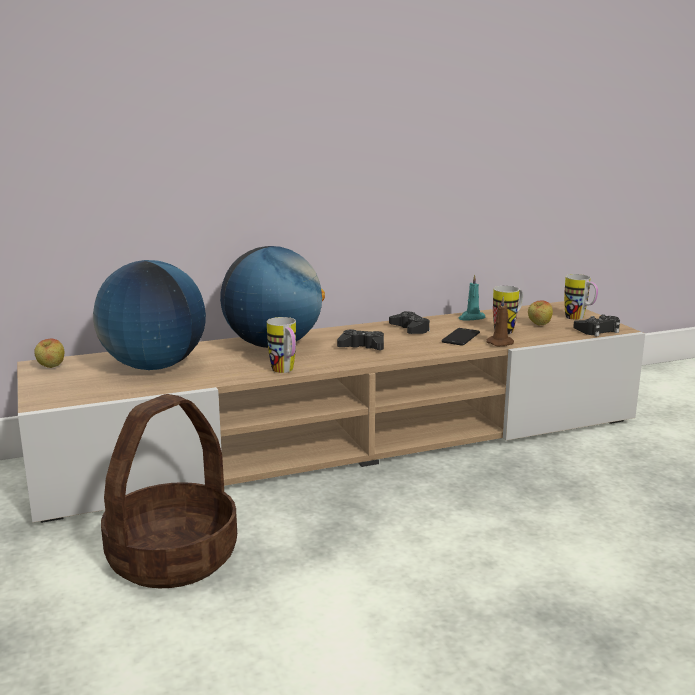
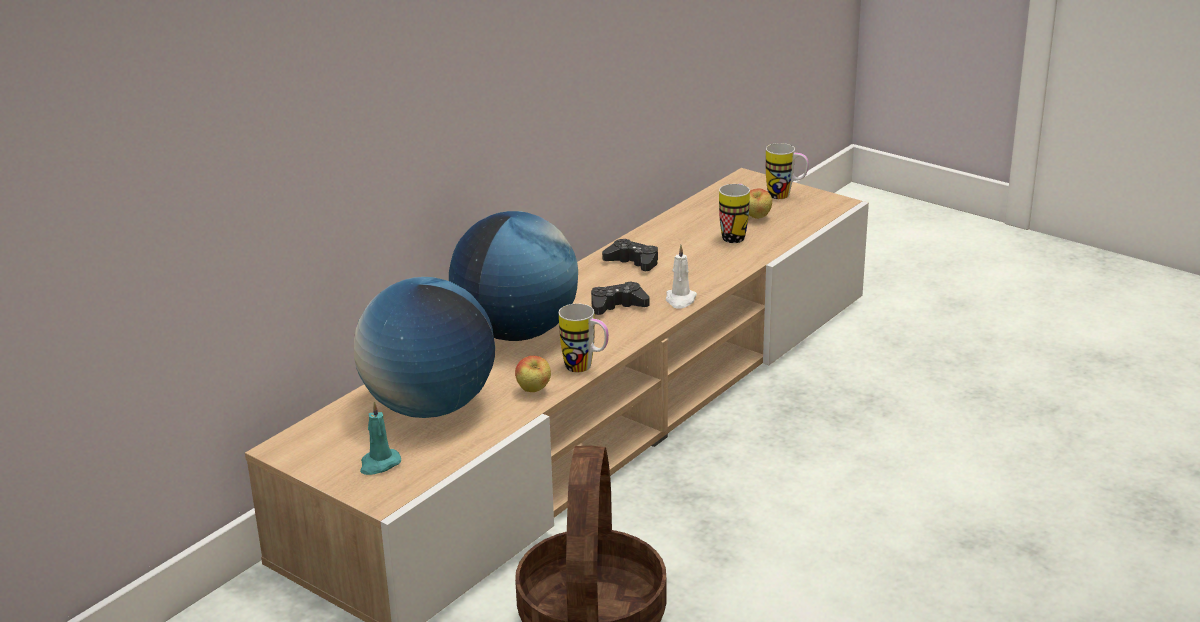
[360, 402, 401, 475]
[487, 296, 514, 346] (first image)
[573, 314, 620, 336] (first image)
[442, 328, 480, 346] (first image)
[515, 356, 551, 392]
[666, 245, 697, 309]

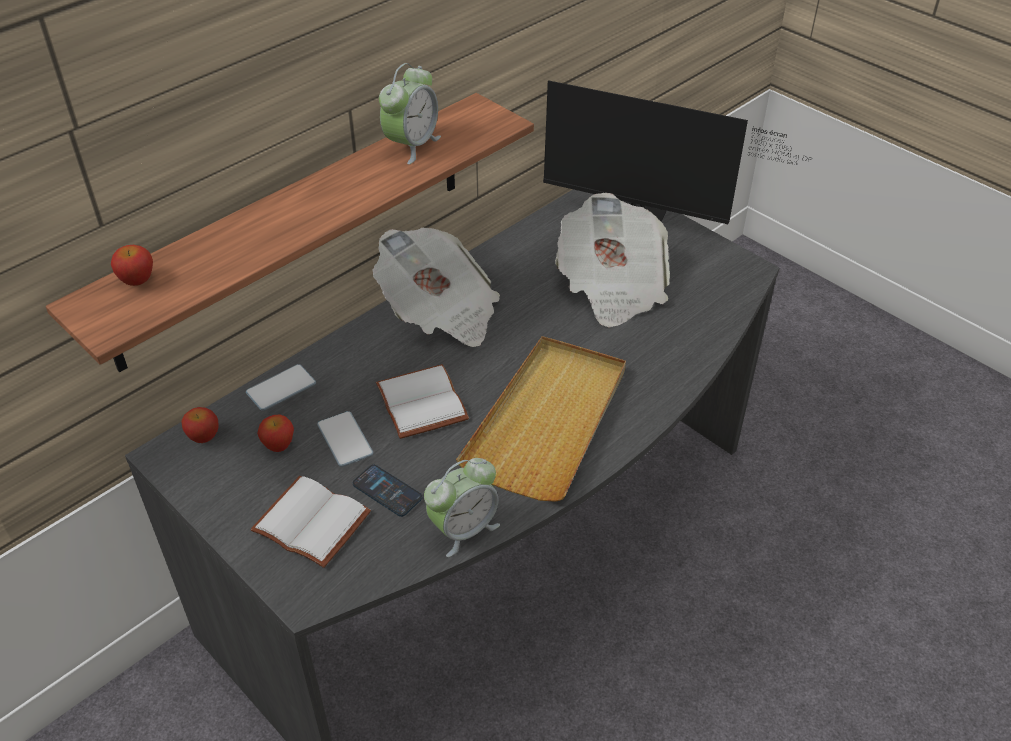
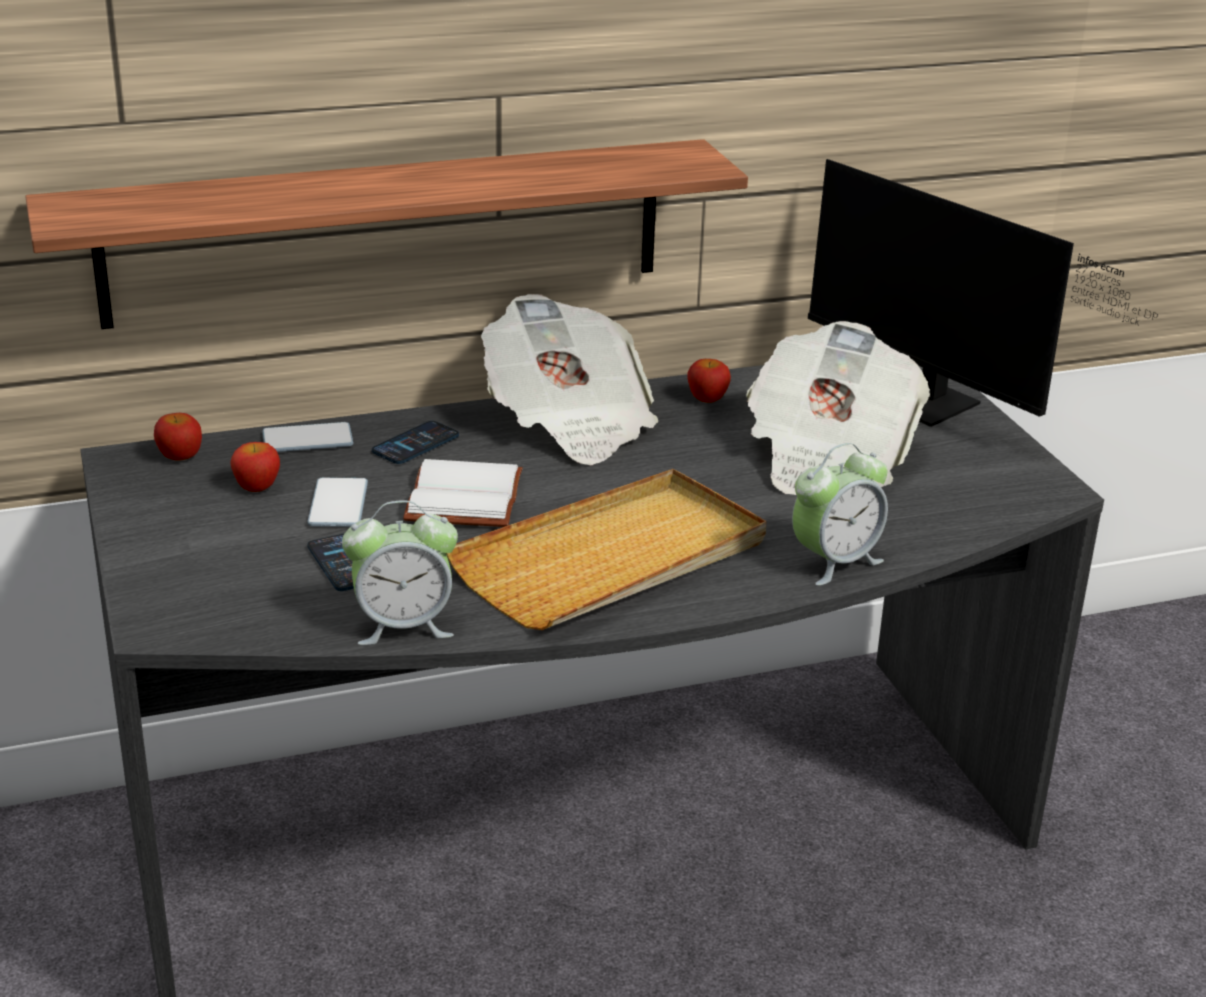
[792, 443, 888, 586]
[687, 359, 731, 403]
[250, 476, 371, 568] (first image)
[372, 421, 459, 464]

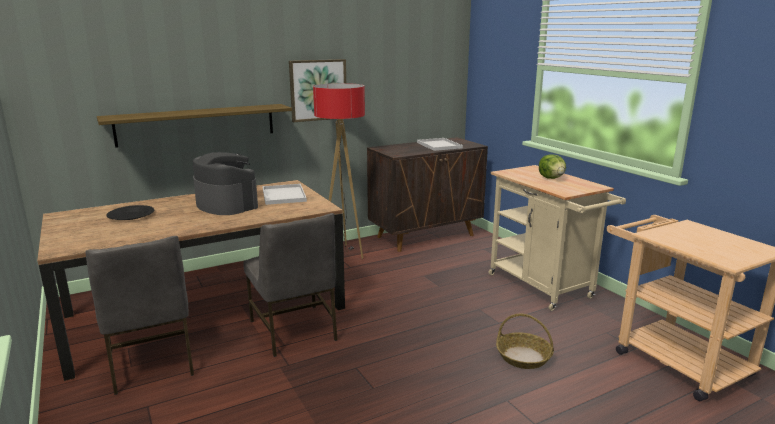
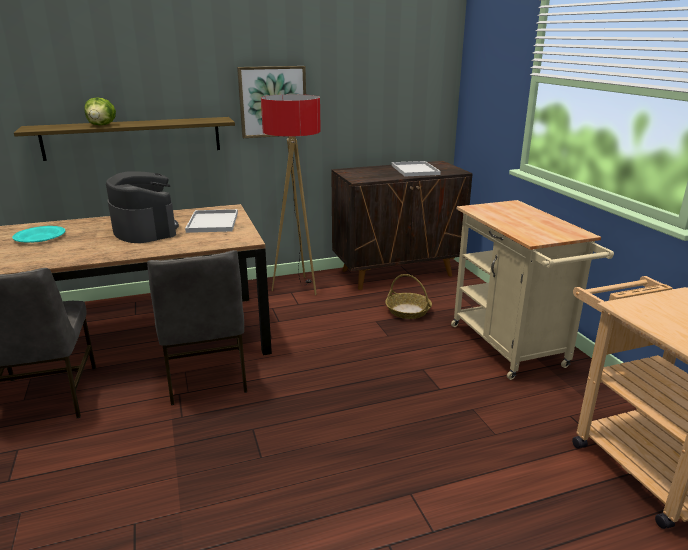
[84, 97, 116, 125]
[12, 226, 65, 242]
[385, 274, 432, 319]

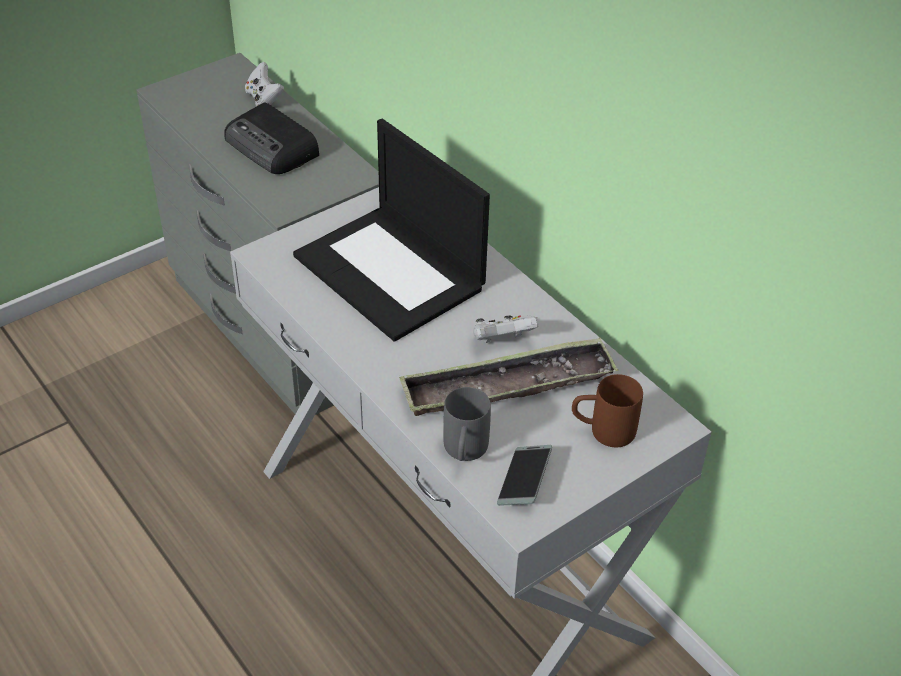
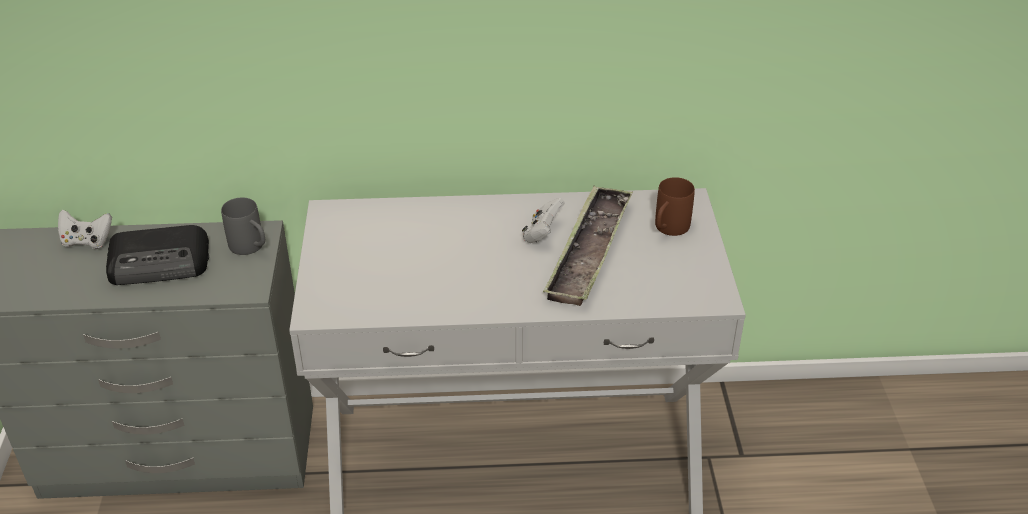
[293, 119, 490, 342] (first image)
[221, 198, 265, 255]
[497, 445, 552, 506] (first image)

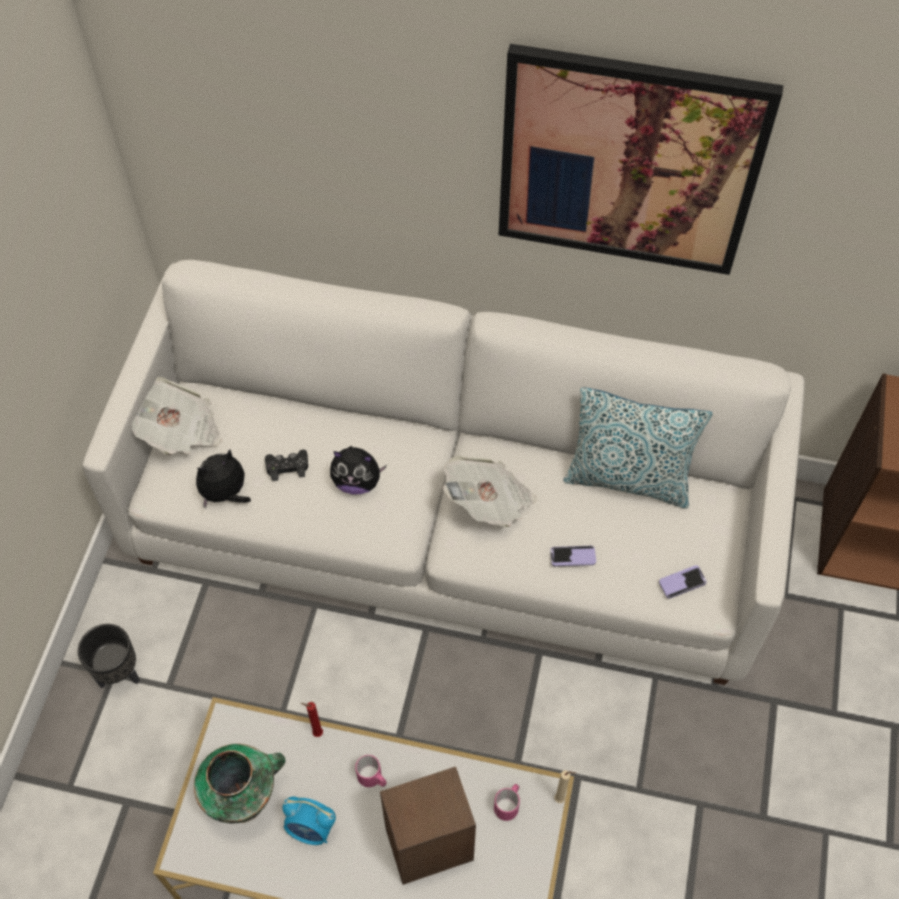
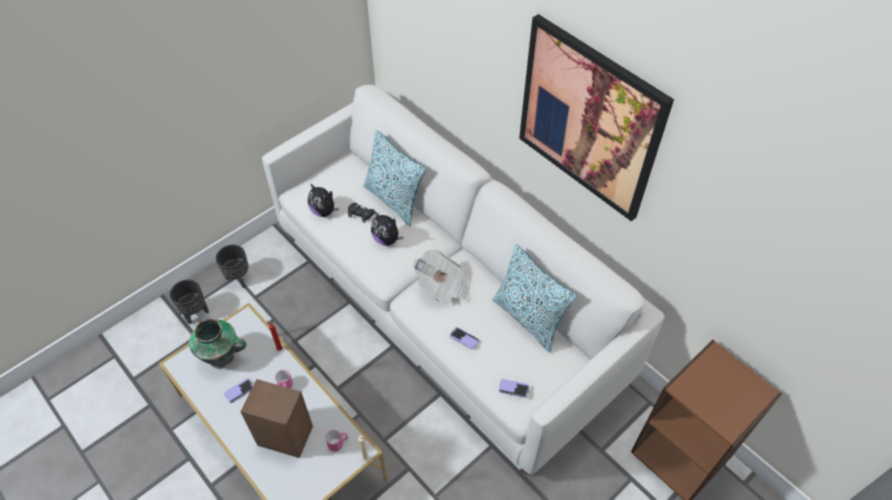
[132, 377, 222, 455] (first image)
[308, 183, 339, 217]
[224, 378, 253, 403]
[363, 130, 426, 226]
[170, 280, 209, 324]

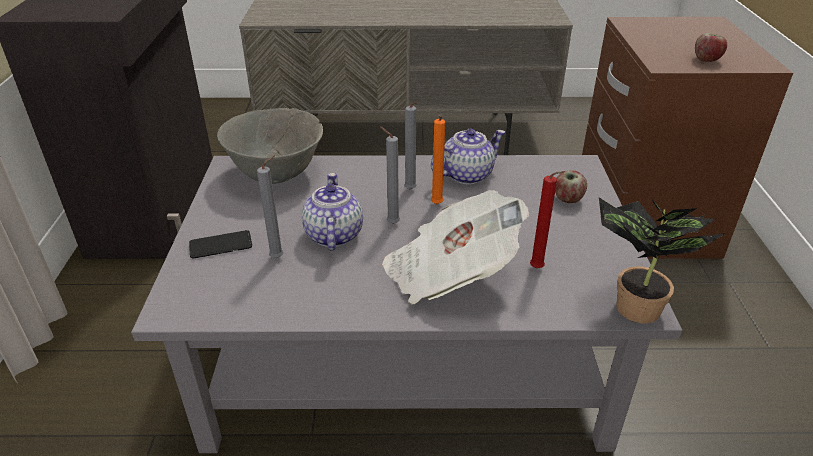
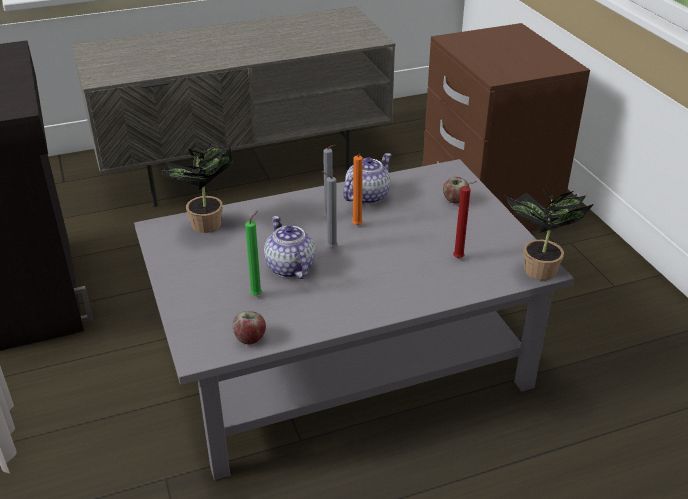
[233, 311, 266, 344]
[158, 142, 232, 233]
[245, 211, 262, 296]
[382, 190, 530, 305] (first image)
[189, 230, 252, 259] (first image)

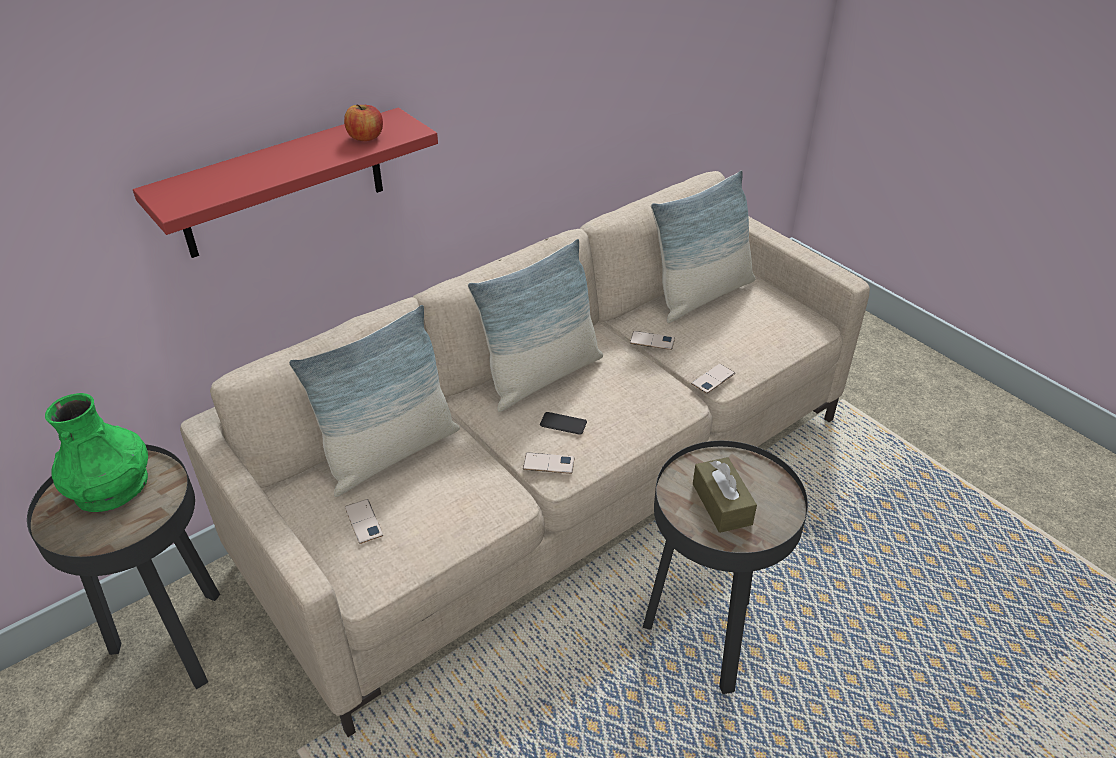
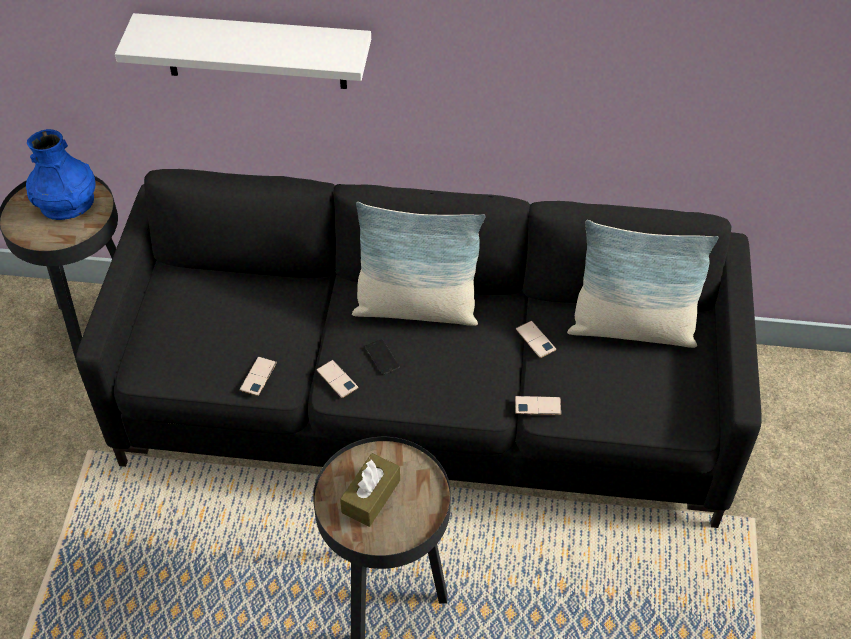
[344, 104, 383, 141] (first image)
[115, 13, 371, 89]
[76, 169, 761, 528]
[289, 305, 460, 497] (first image)
[26, 129, 96, 220]
[240, 357, 277, 396]

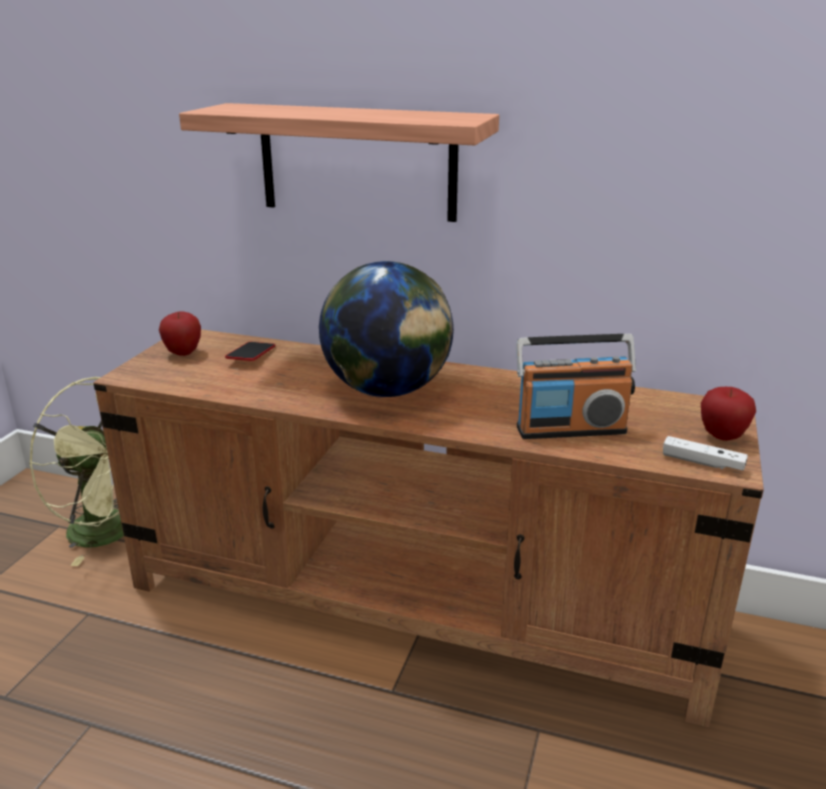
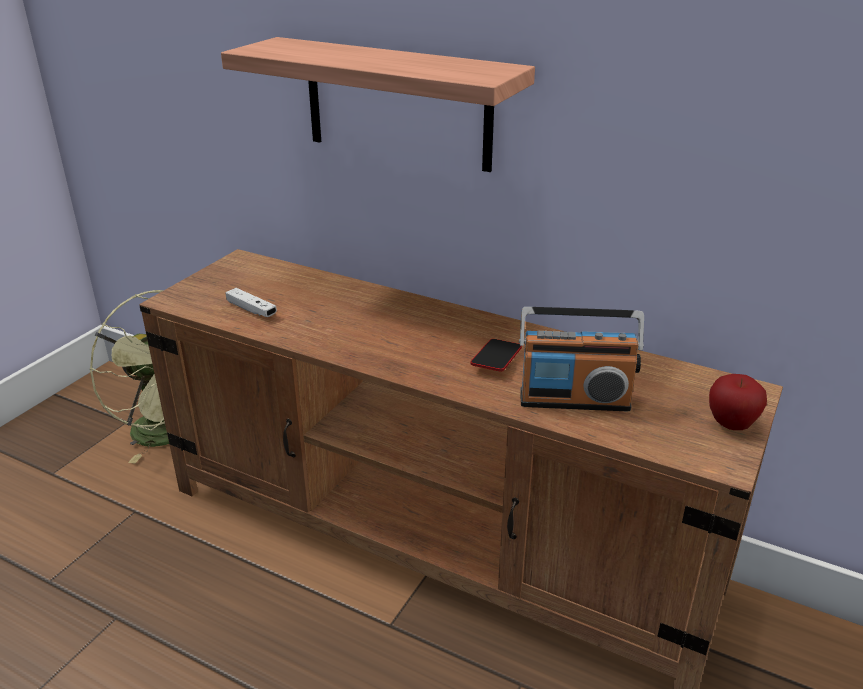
[319, 261, 454, 397] (first image)
[159, 312, 201, 356] (first image)
[470, 339, 522, 371]
[226, 288, 277, 317]

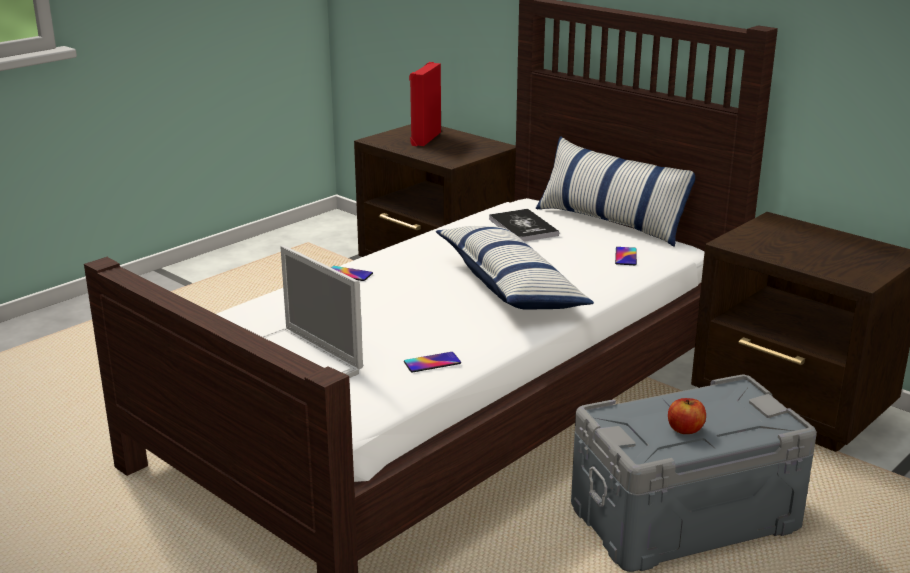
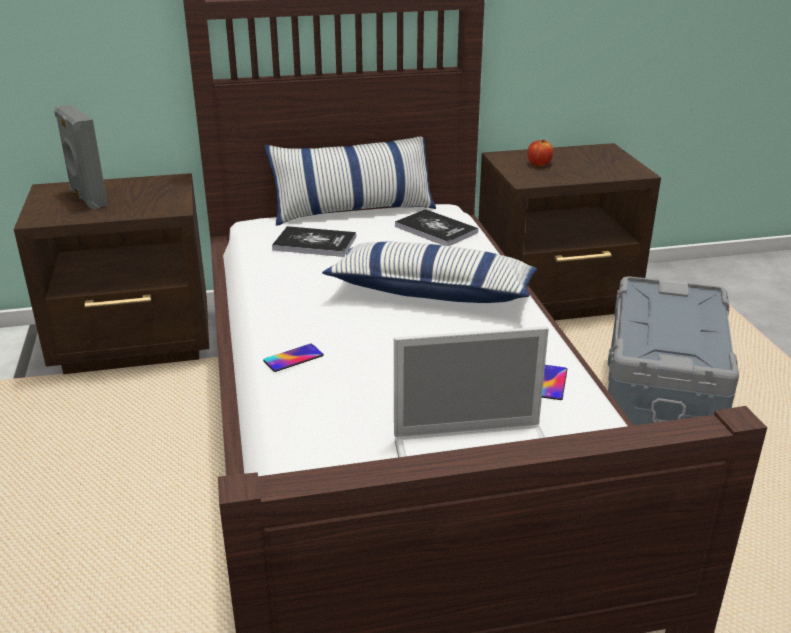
[54, 105, 108, 210]
[395, 209, 478, 246]
[528, 139, 553, 166]

